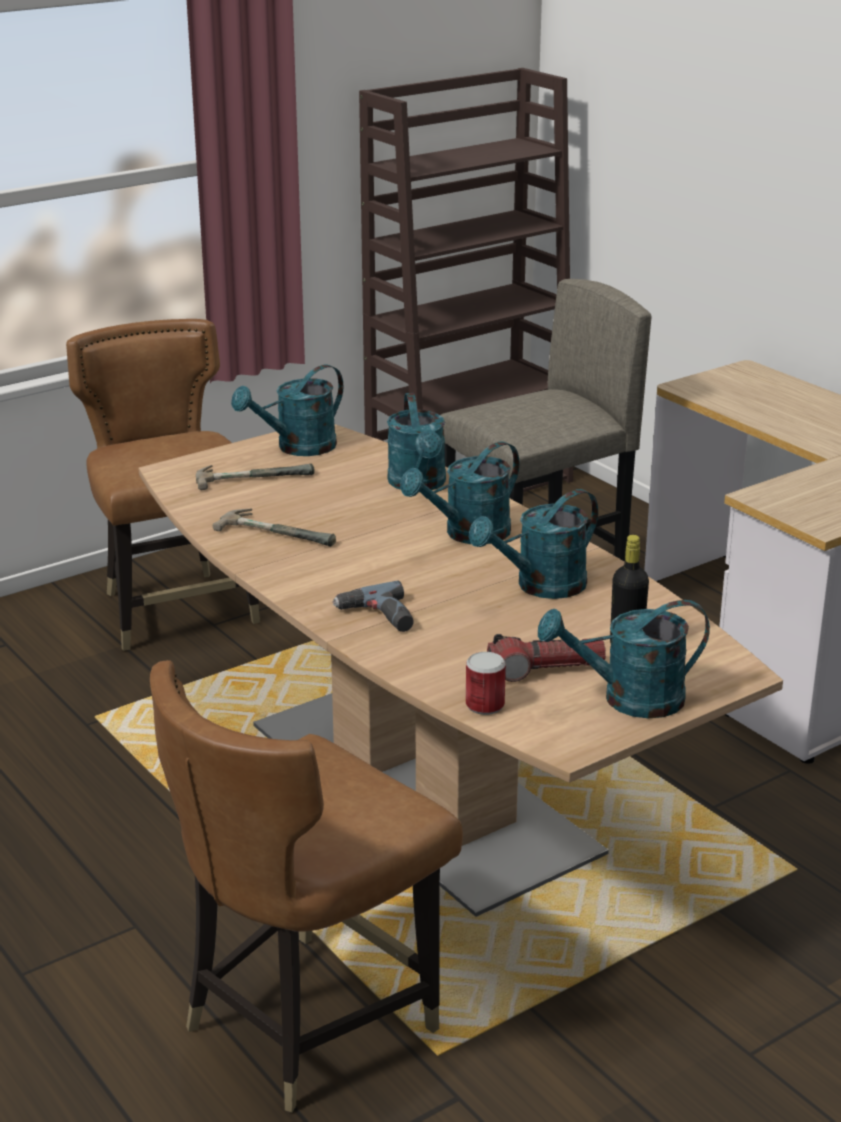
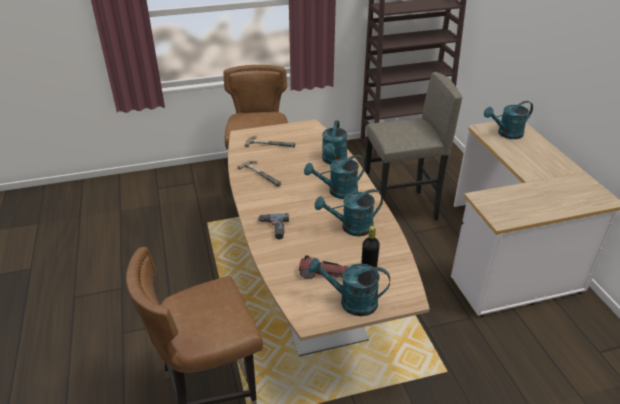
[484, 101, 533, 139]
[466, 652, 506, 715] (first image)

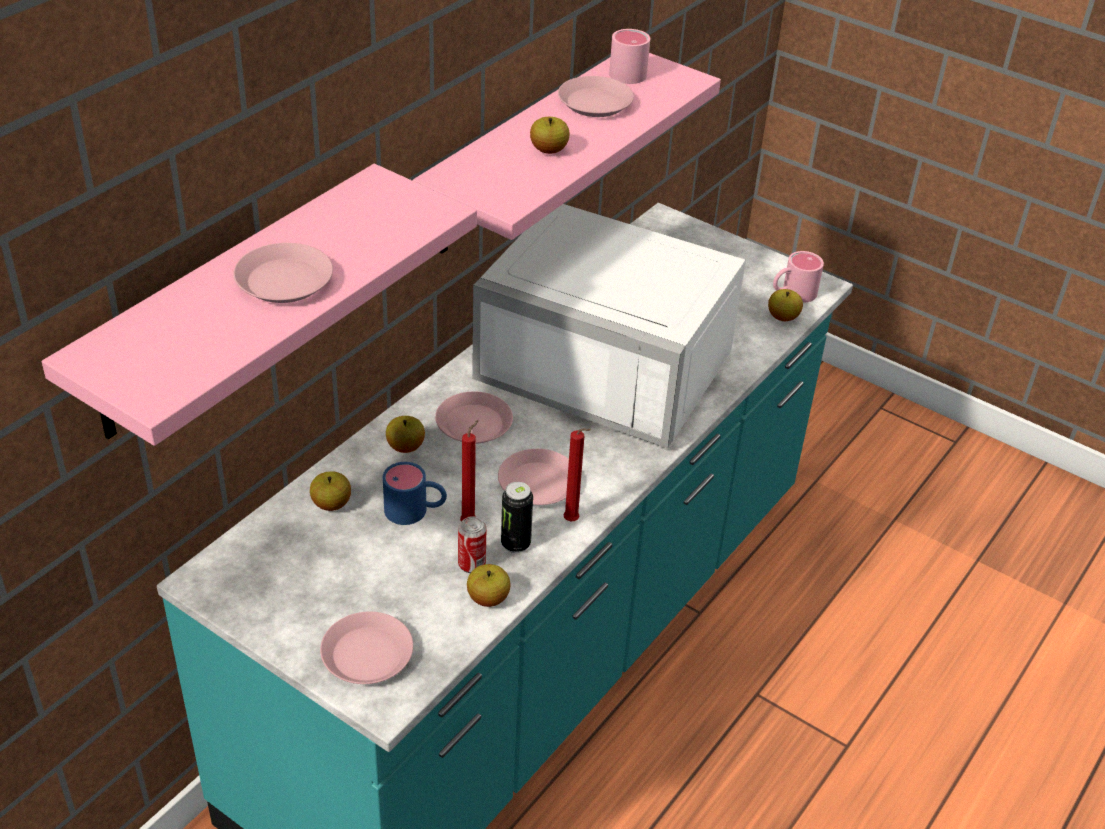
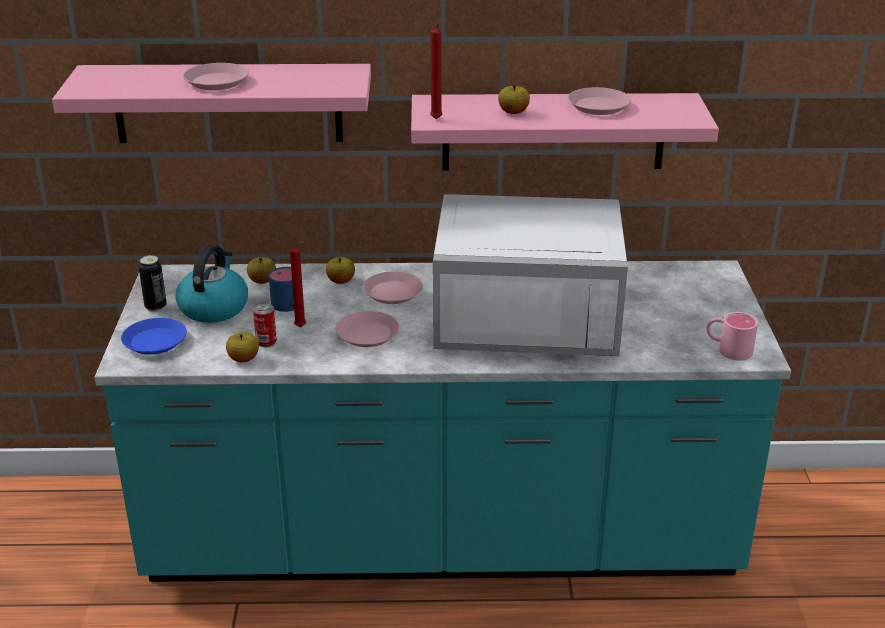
[609, 29, 650, 84] (first image)
[433, 194, 628, 356]
[768, 289, 803, 321] (first image)
[430, 24, 442, 119]
[138, 255, 167, 312]
[121, 318, 187, 355]
[175, 244, 248, 323]

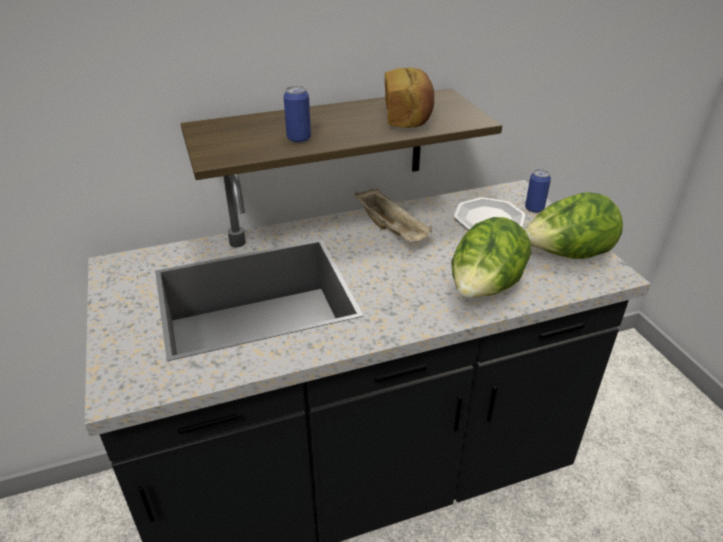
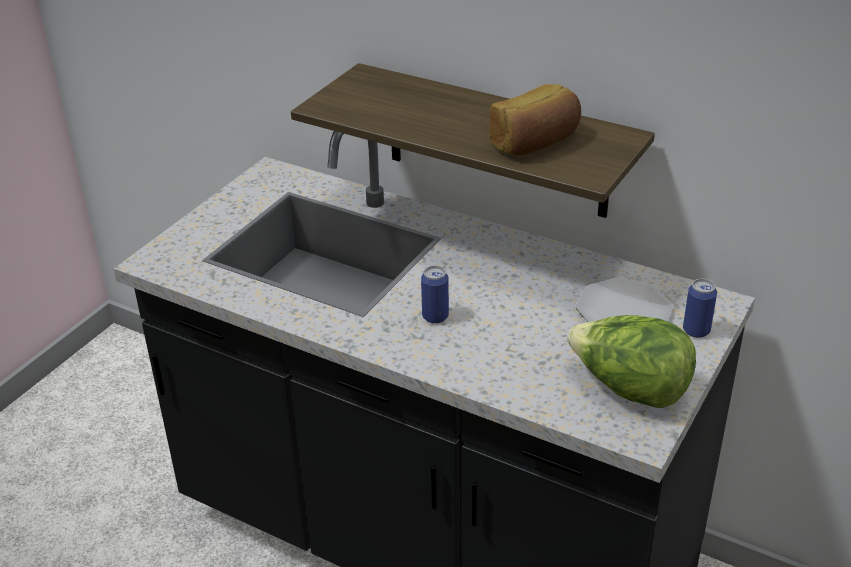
[421, 265, 449, 324]
[354, 188, 432, 242] (first image)
[451, 217, 532, 298] (first image)

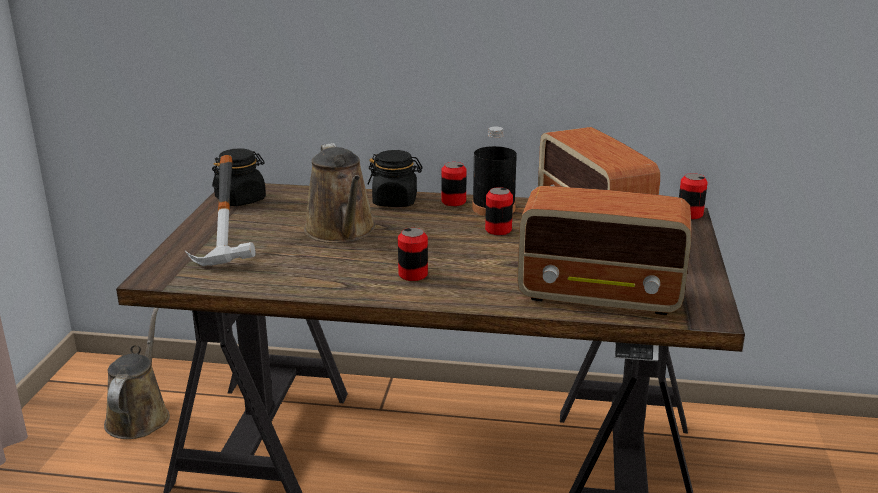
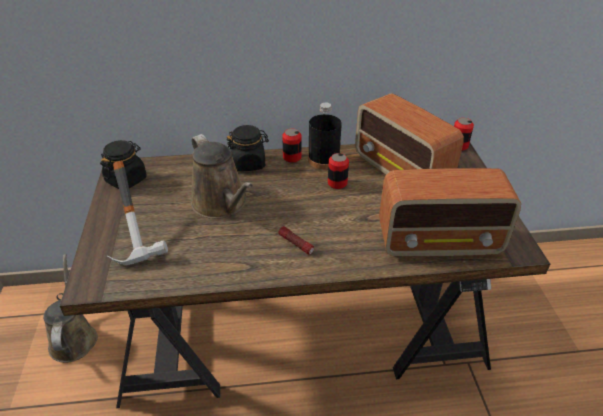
[278, 226, 314, 254]

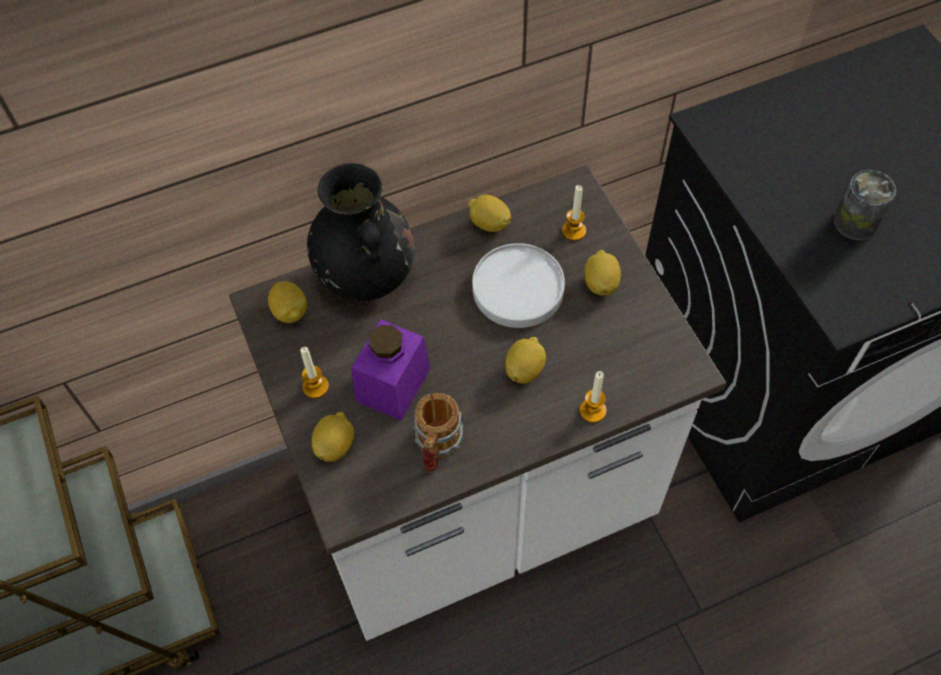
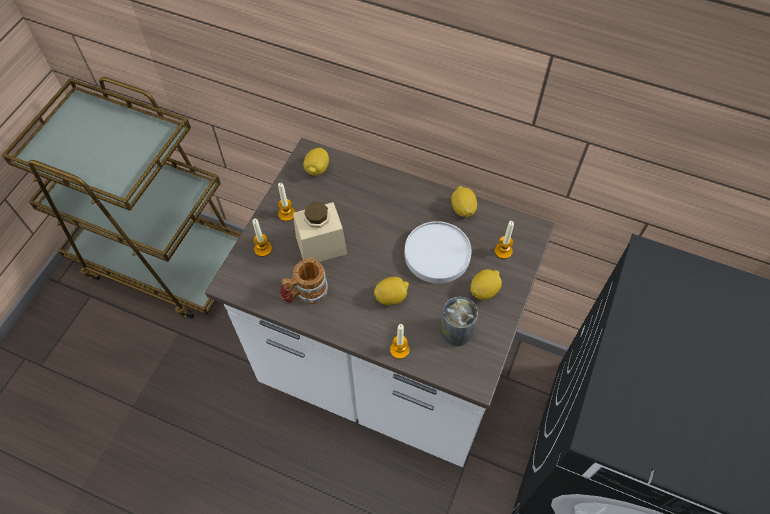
[307, 163, 415, 301] (first image)
[440, 297, 478, 347]
[293, 201, 347, 262]
[252, 219, 272, 257]

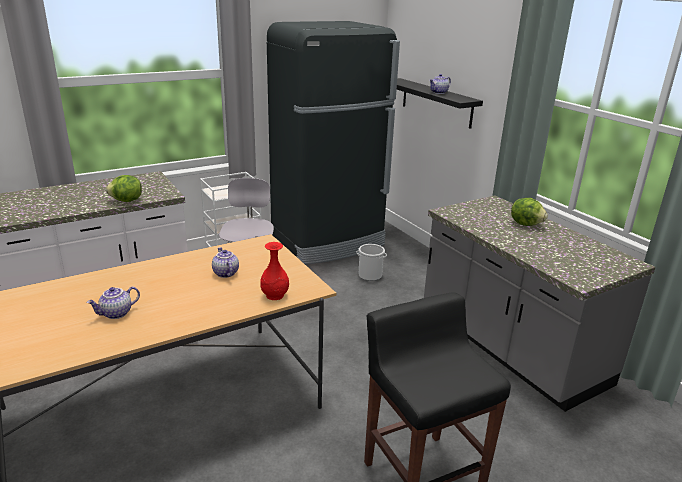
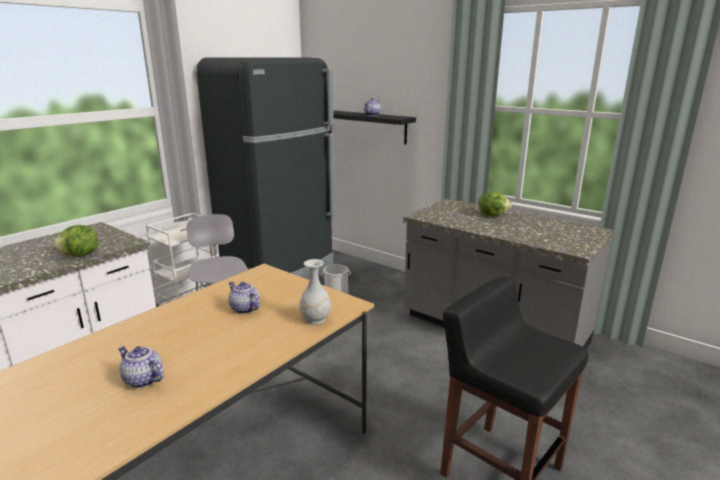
[299, 259, 331, 325]
[118, 346, 164, 388]

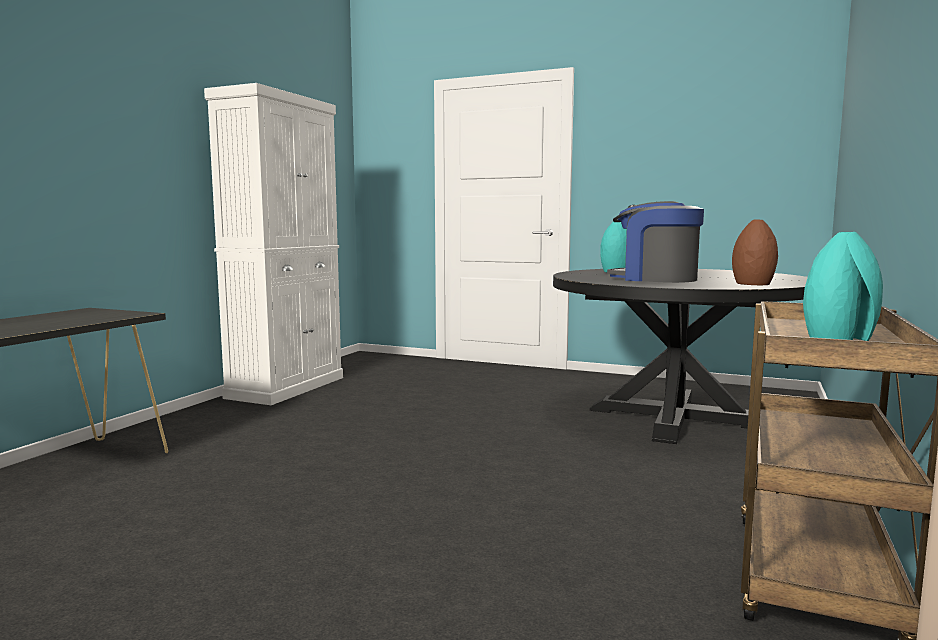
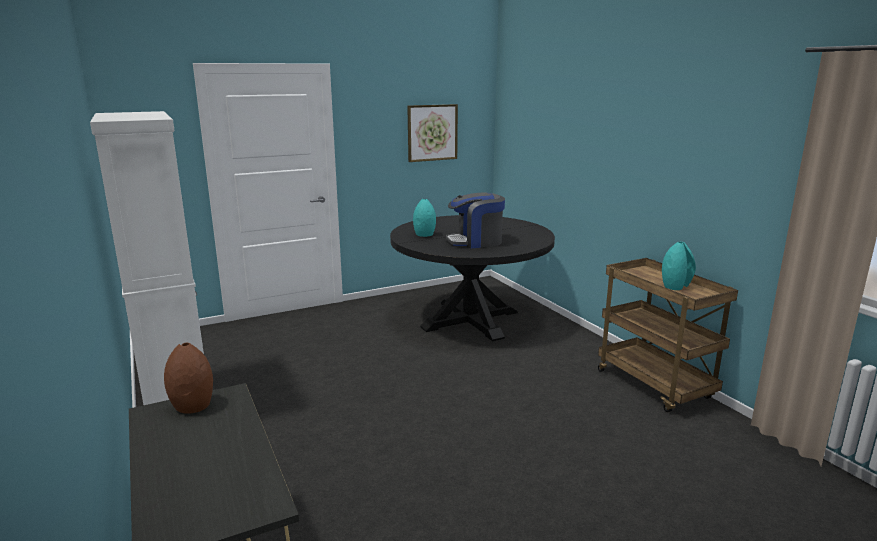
[164, 343, 213, 414]
[407, 104, 458, 162]

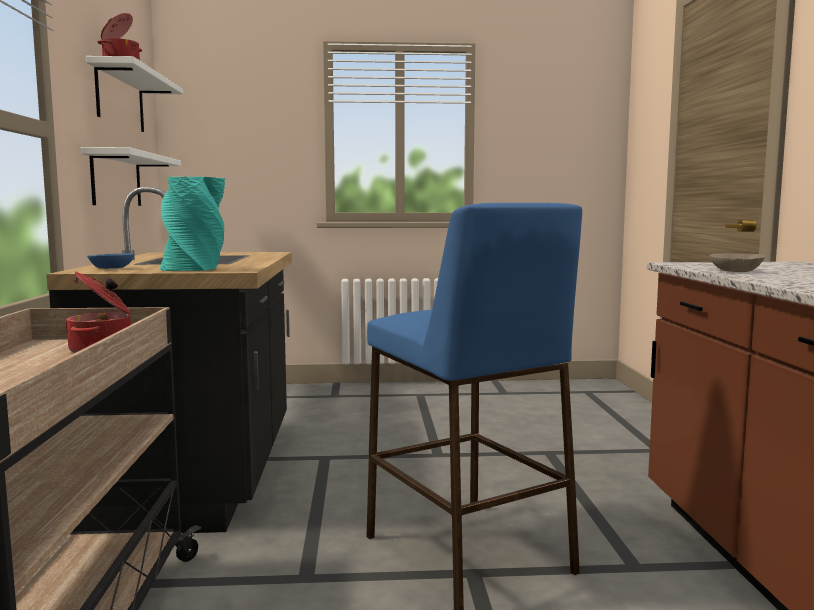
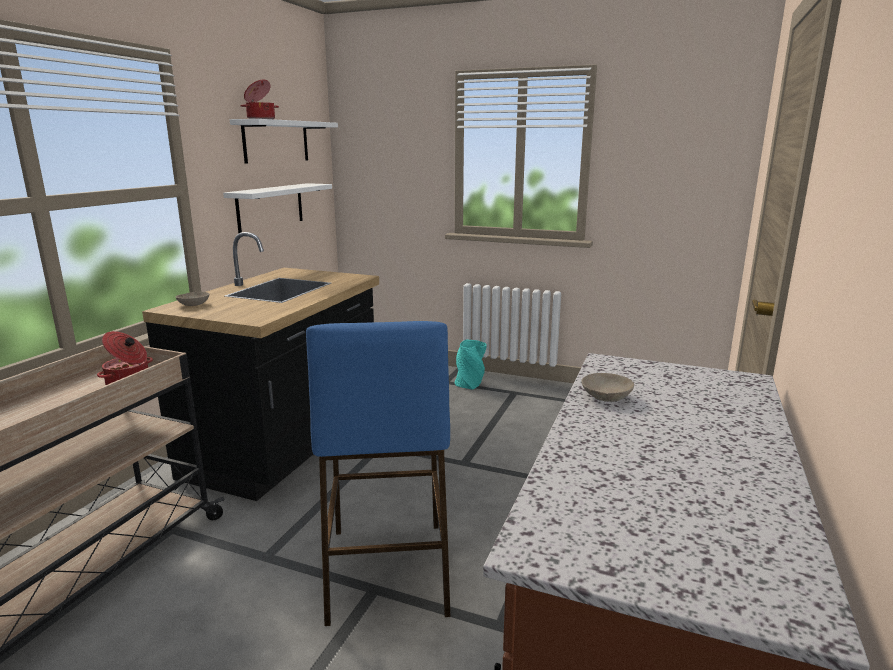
[455, 339, 487, 390]
[176, 292, 209, 306]

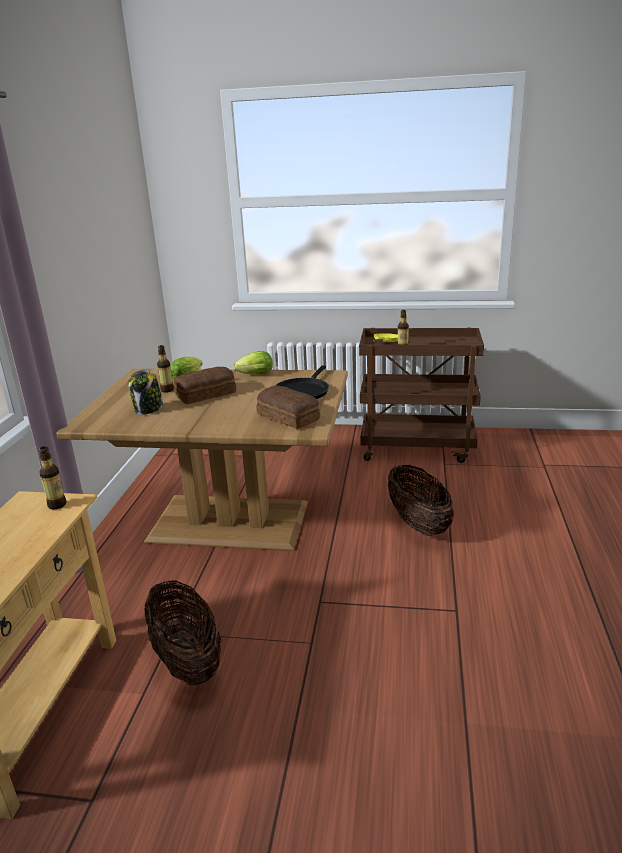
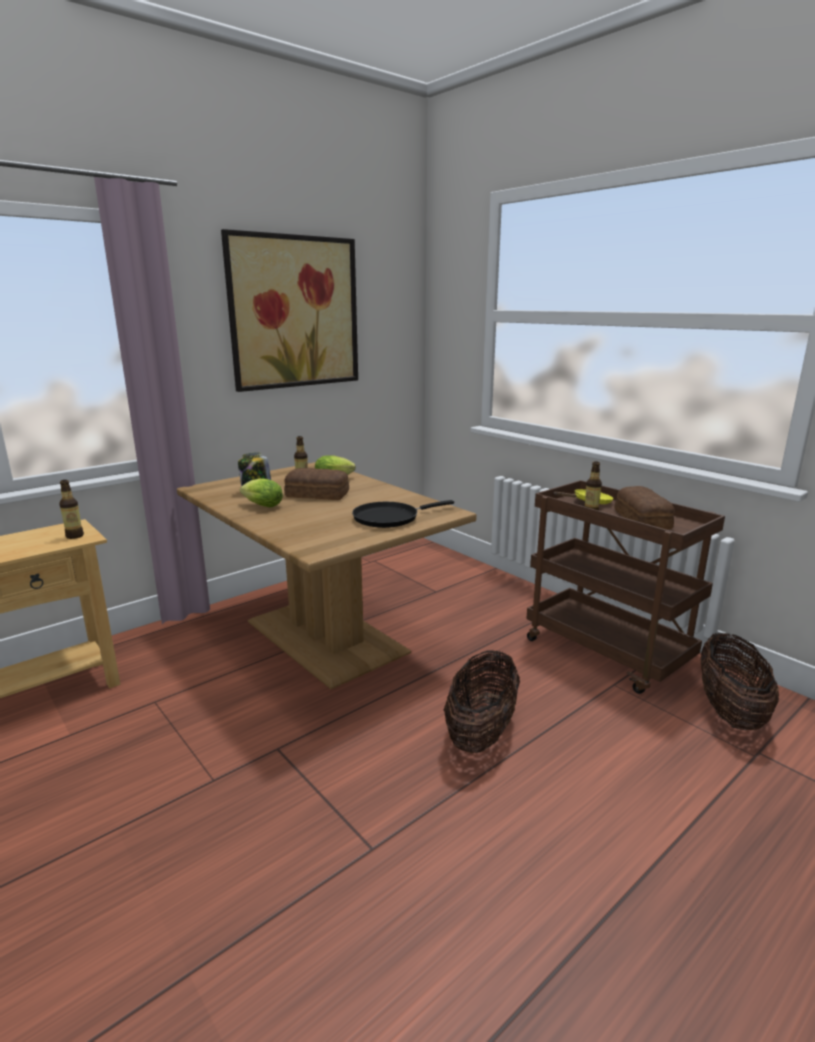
[240, 478, 283, 507]
[614, 486, 675, 530]
[700, 632, 779, 730]
[221, 229, 358, 392]

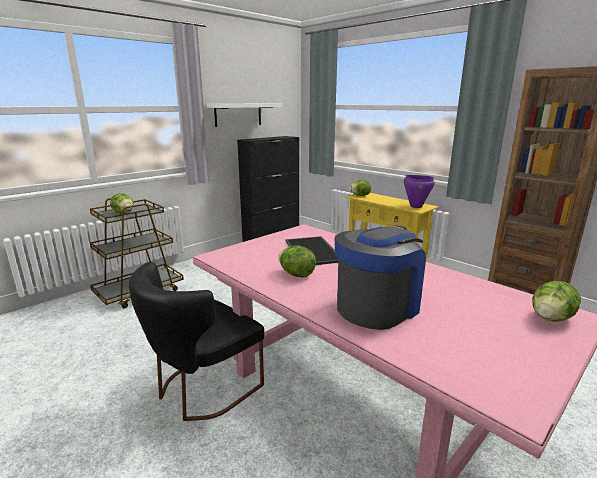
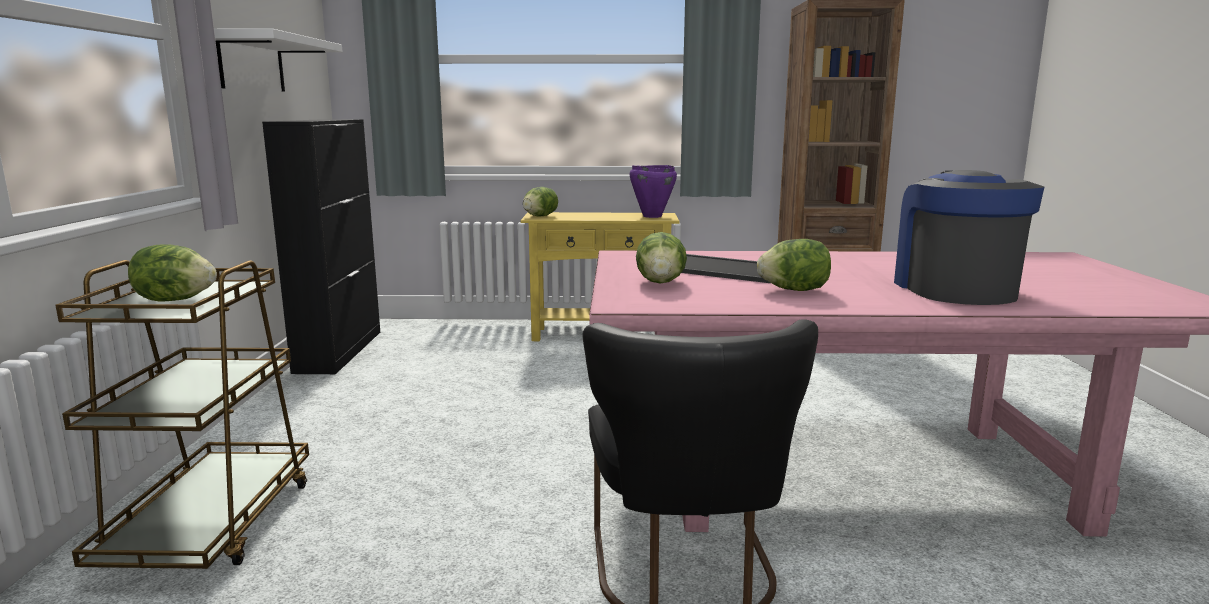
[636, 232, 687, 284]

